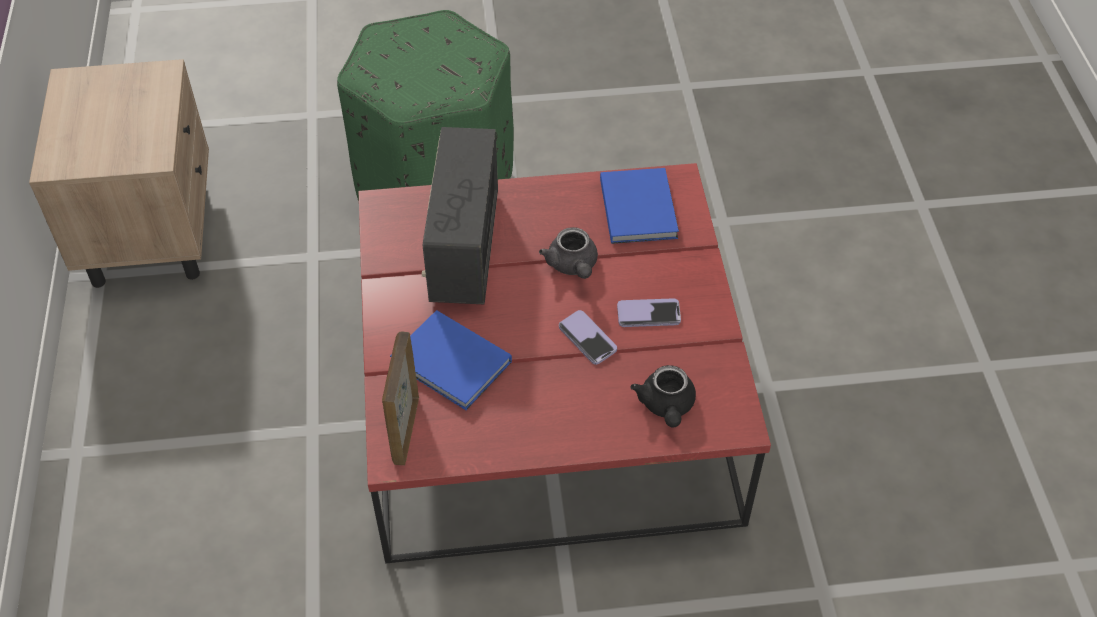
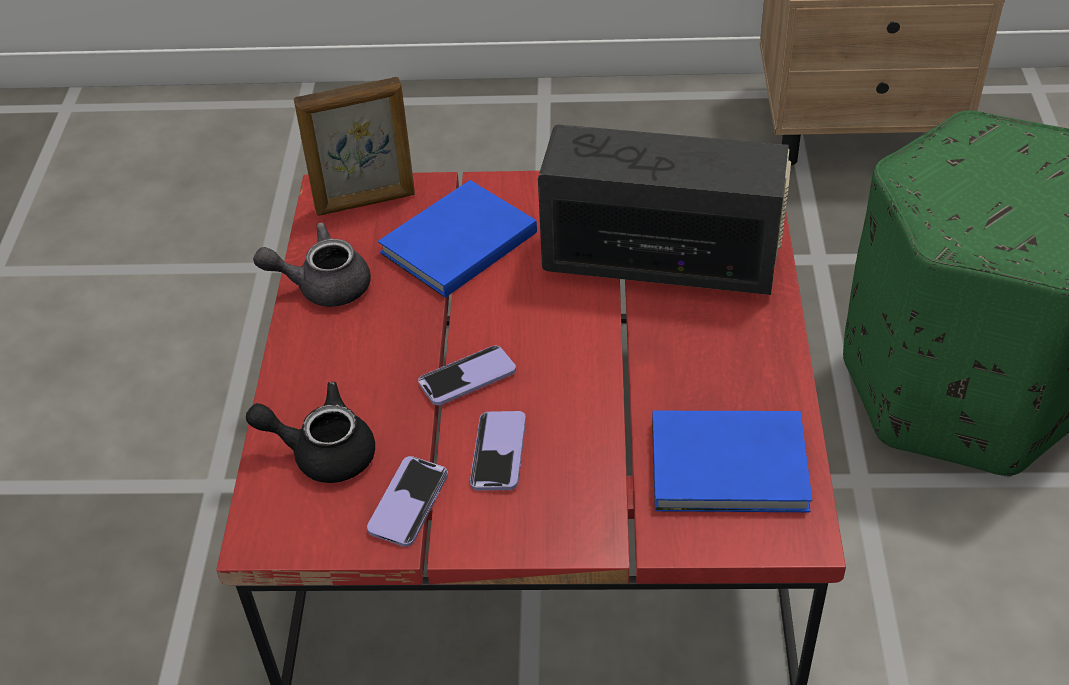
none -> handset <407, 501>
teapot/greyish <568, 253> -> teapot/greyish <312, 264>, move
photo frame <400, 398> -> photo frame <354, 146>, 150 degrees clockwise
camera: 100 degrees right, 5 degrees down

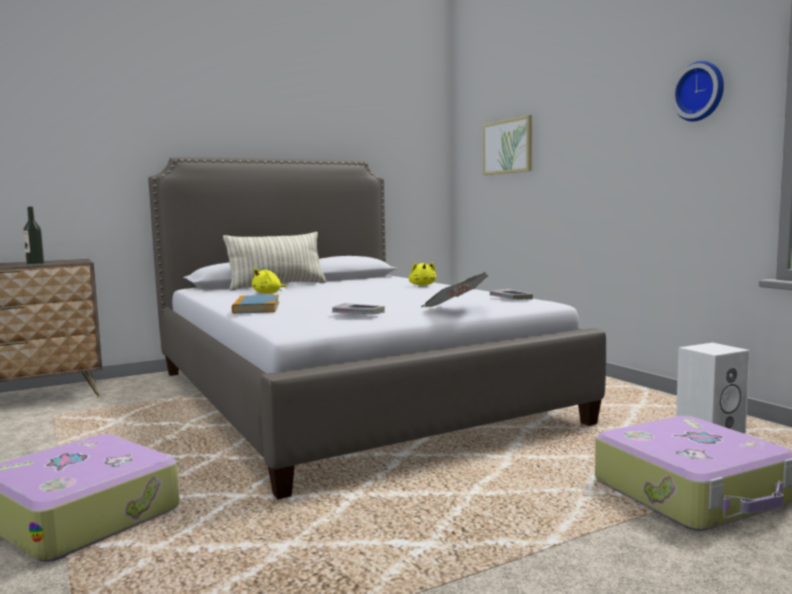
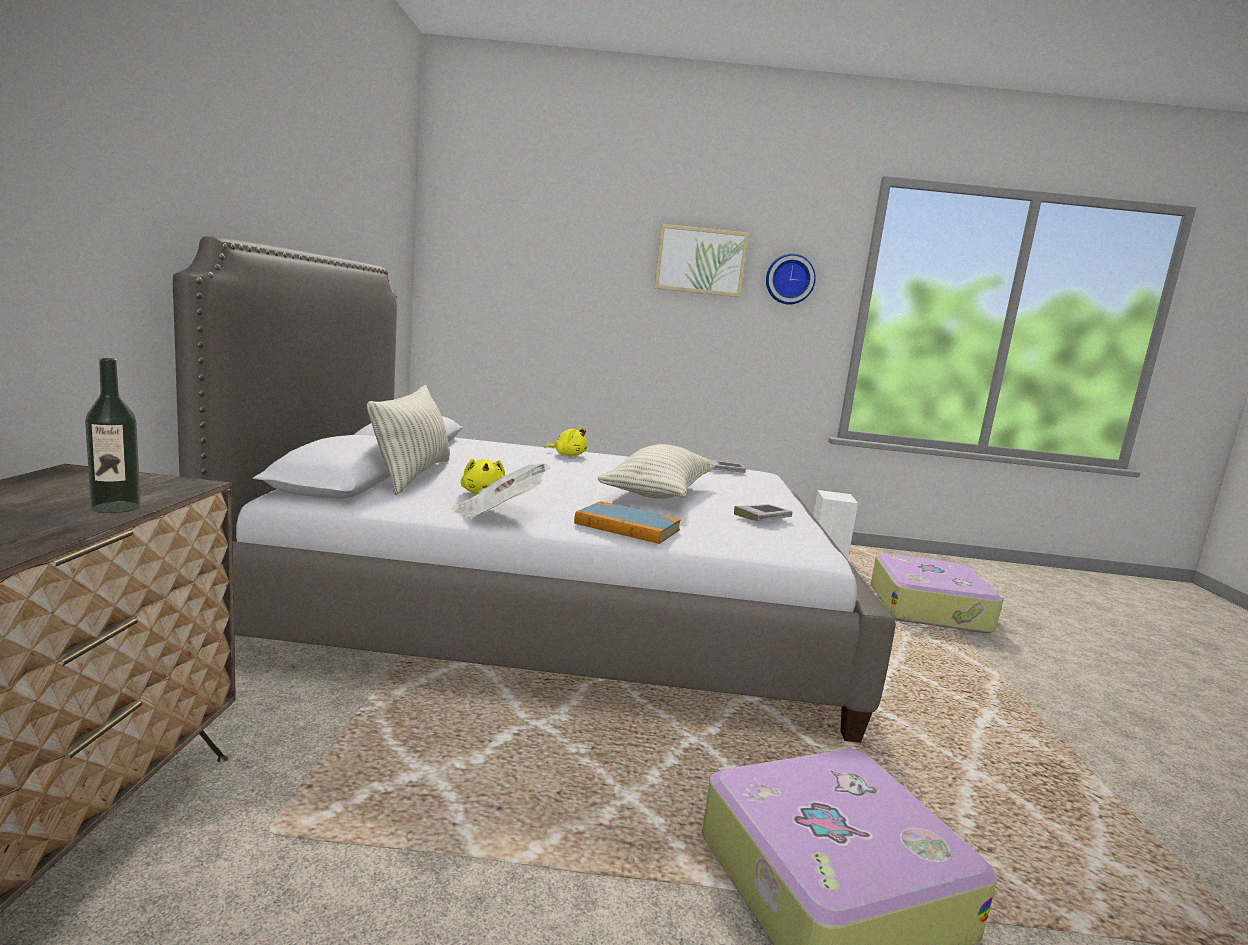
none -> pillow <656, 471>
newspaper <454, 289> -> newspaper <501, 491>, move
wall art <507, 145> -> wall art <701, 260>, move
camera: 60 degrees left, 5 degrees up

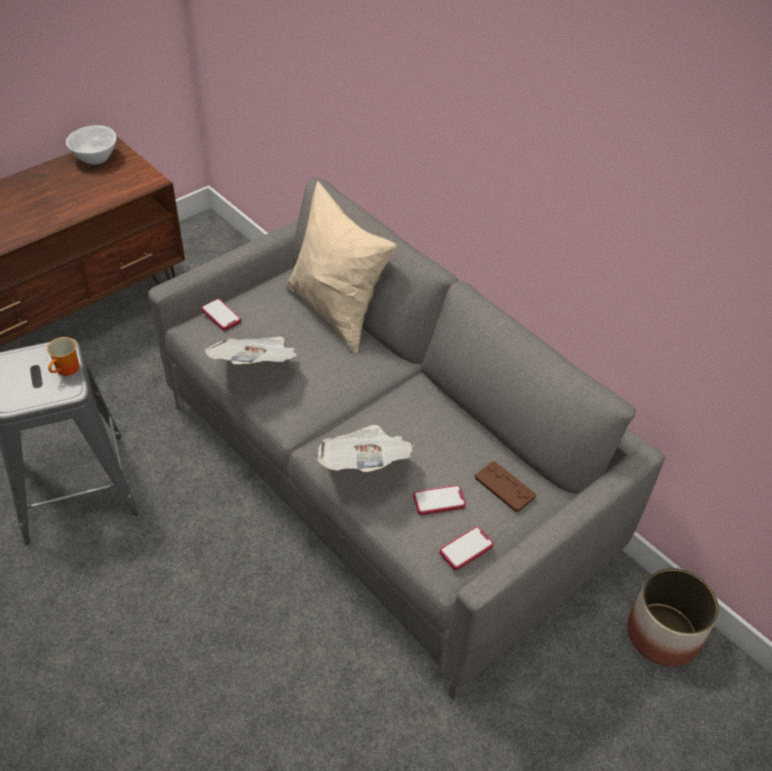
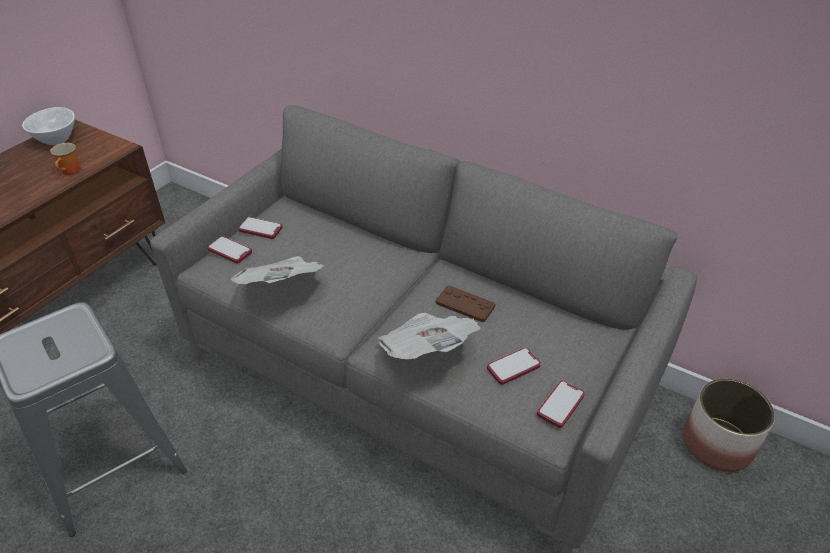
pillow/beige-coloured <341, 267> -> none
none -> handset <260, 228>
mug <63, 356> -> mug <65, 159>, move
joypad/brown <505, 486> -> joypad/brown <465, 304>, move
camera: 15 degrees left, 5 degrees down

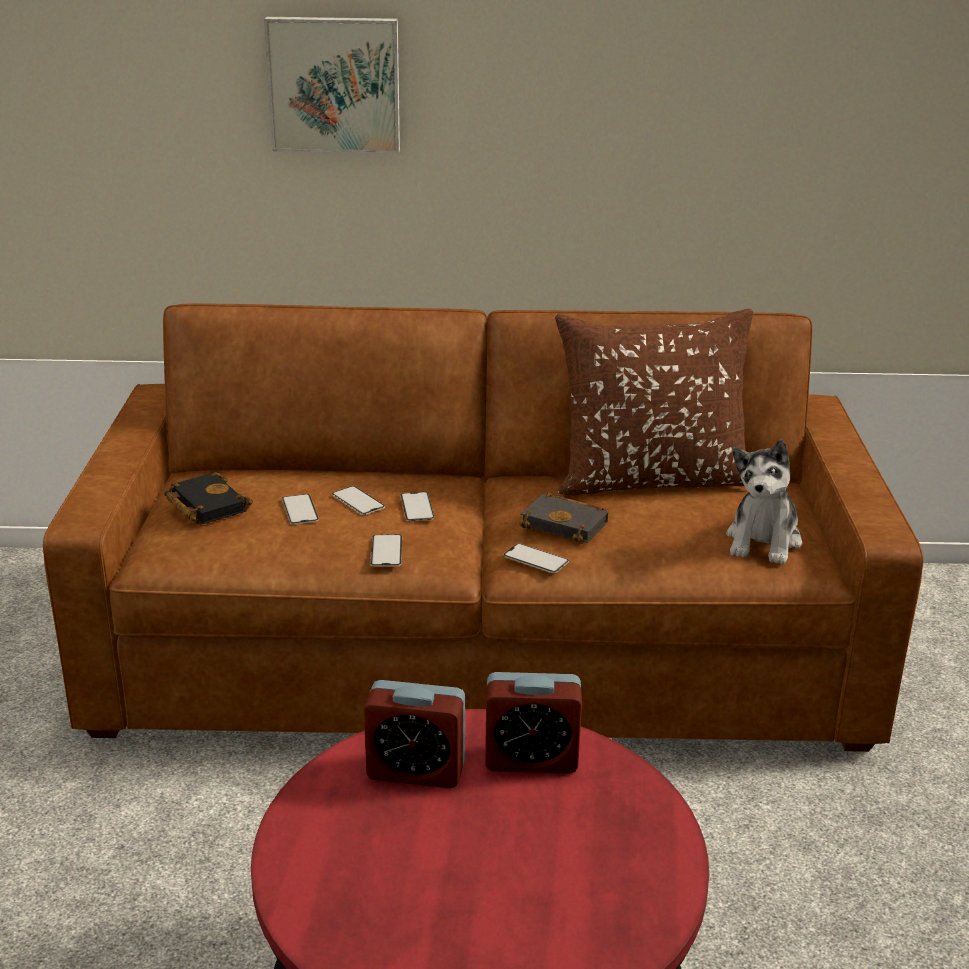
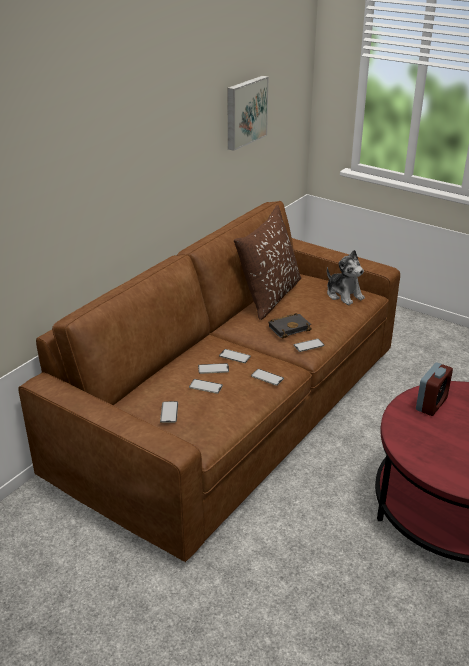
alarm clock <414, 734> -> none
wall art <332, 85> -> wall art <248, 113>, move
book/black-coloured <208, 498> -> handset <169, 412>
camera: 55 degrees left, 5 degrees up

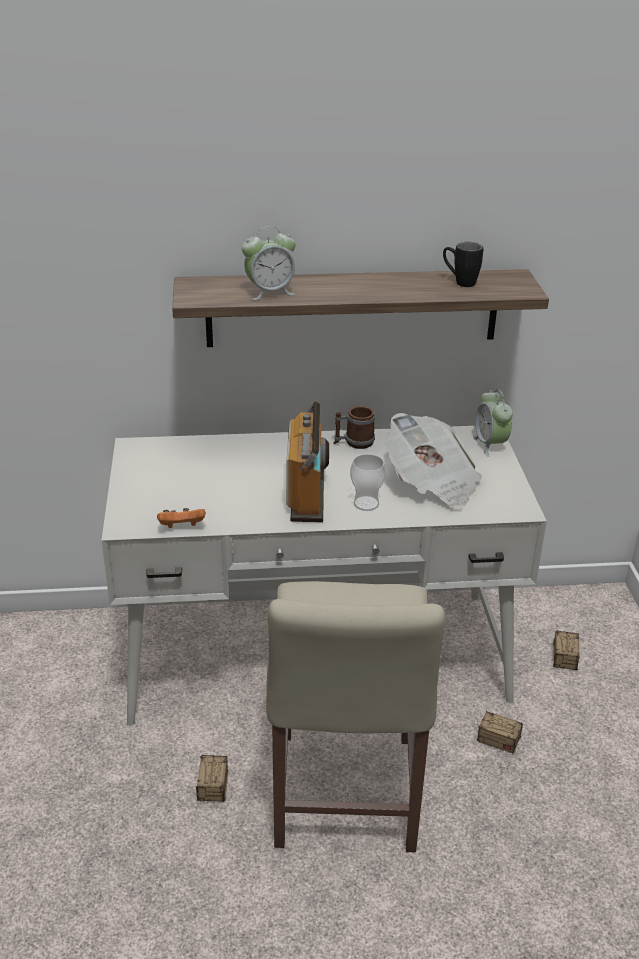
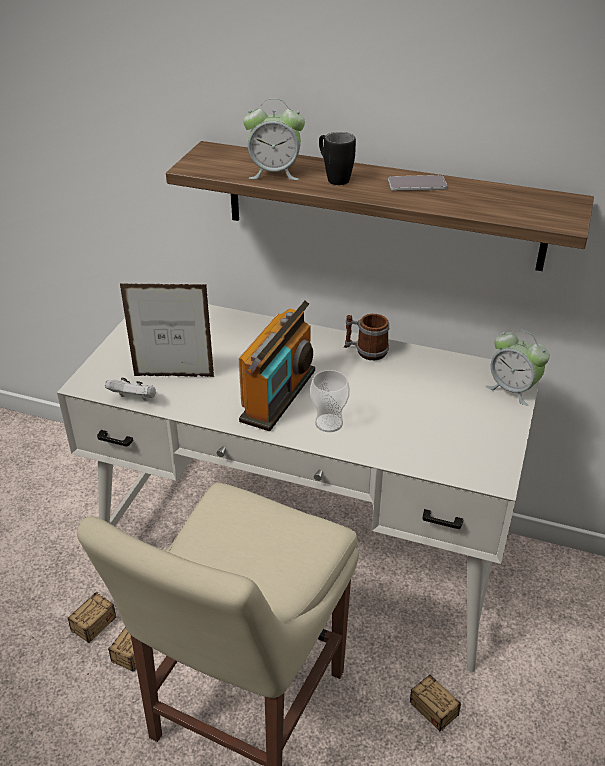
newspaper <433, 461> -> none
none -> photo frame <167, 330>
none -> handset <417, 183>
mug/black-coloured <463, 264> -> mug/black-coloured <337, 158>, move
storage bin <566, 650> -> storage bin <74, 617>, move
joypad/orange <181, 518> -> joypad/white <130, 389>
alarm clock <493, 423> -> alarm clock <518, 367>, 60 degrees counterclockwise
camera: 25 degrees right, 5 degrees up

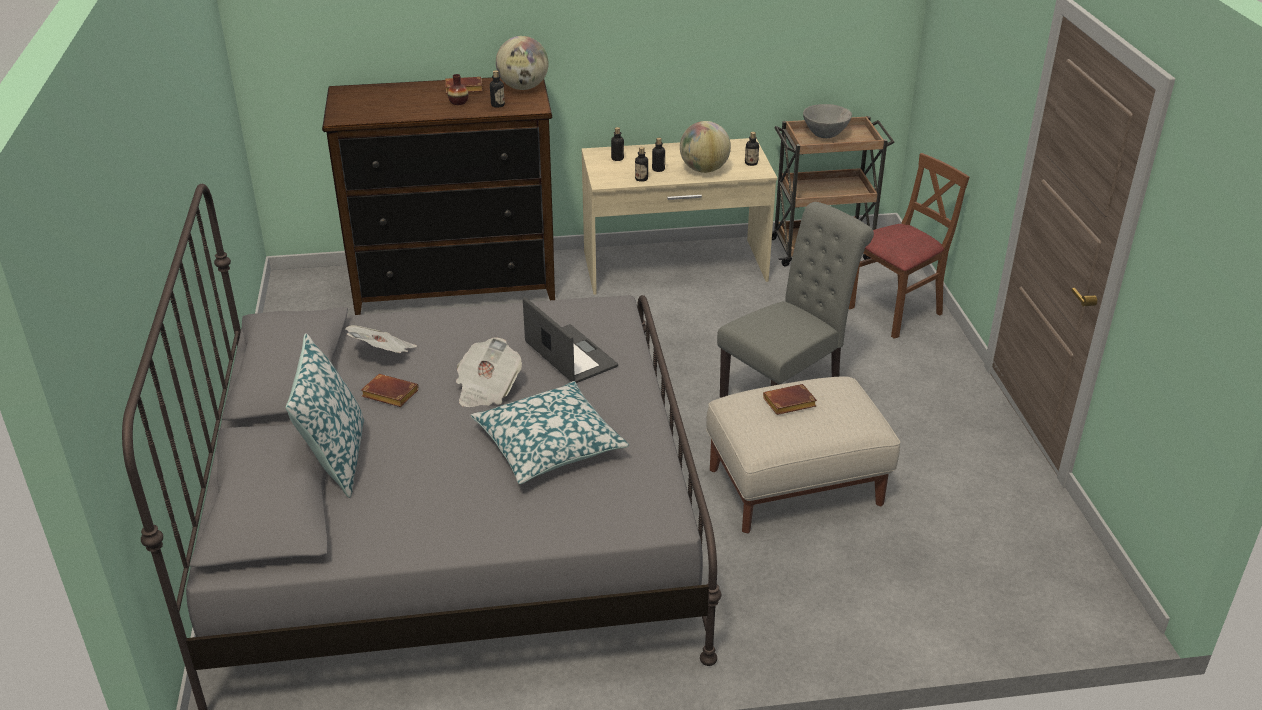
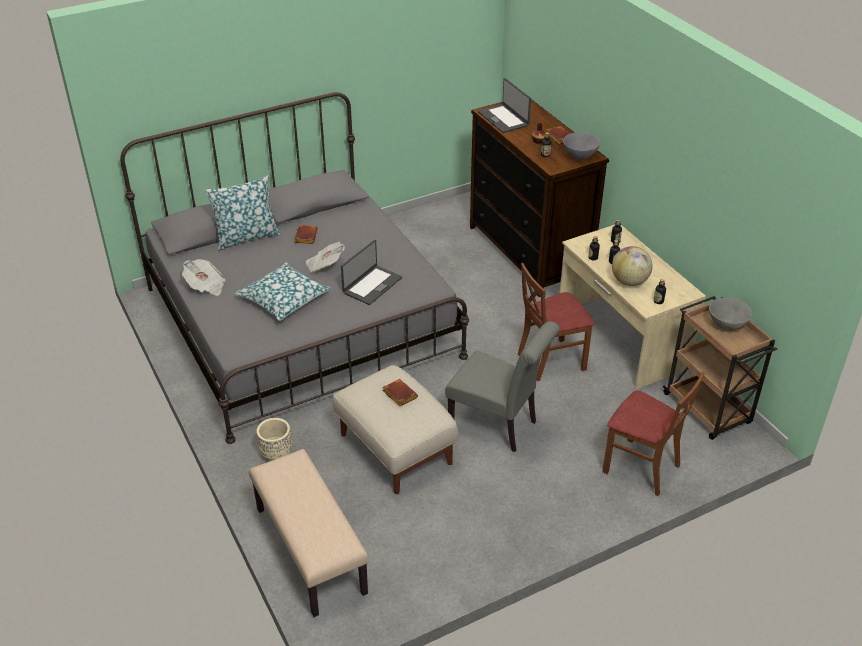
none -> indoor bench/beige-coloured <309, 533>
none -> flower pot/beige-coloured <274, 439>
none -> notebook computer <504, 105>
none -> chair/brown <556, 322>
newspaper <381, 339> -> newspaper <204, 277>, move
globe <522, 63> -> bowl/greyish <582, 146>
camera: 70 degrees right, 5 degrees up

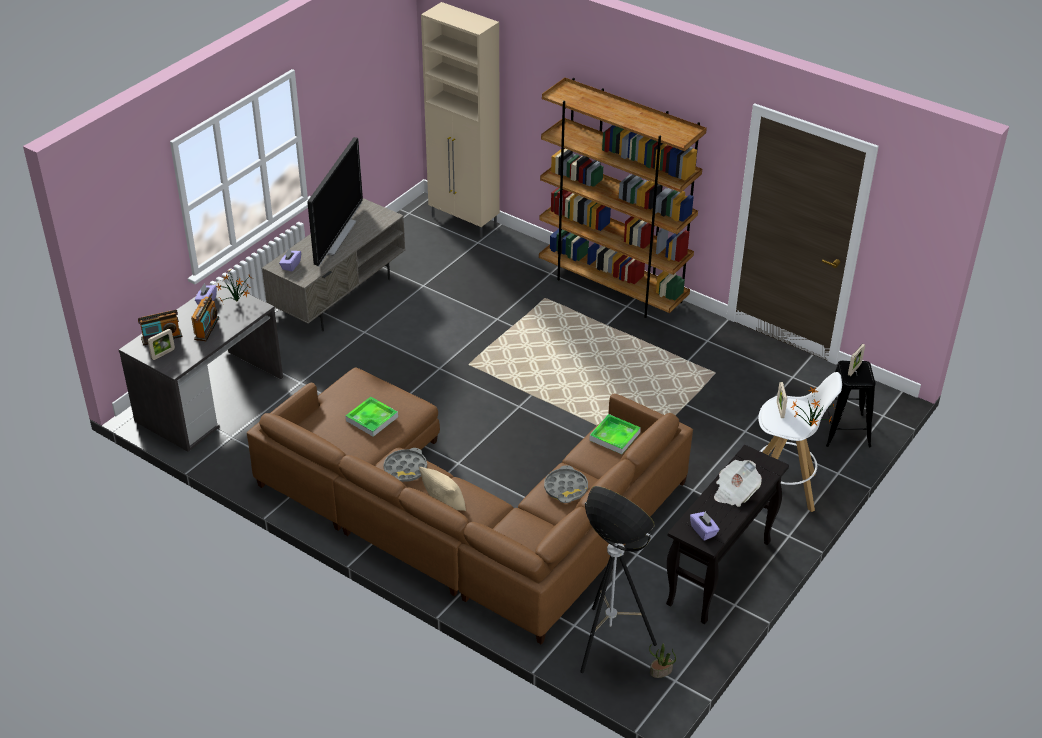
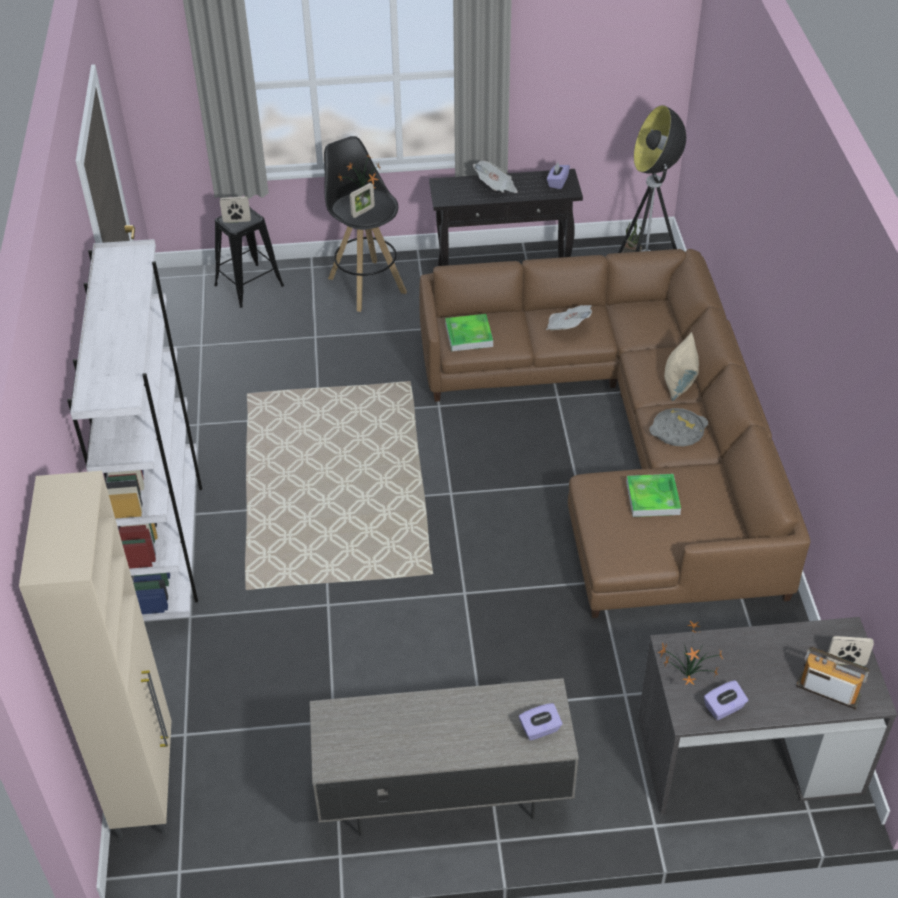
radio receiver <205, 317> -> none
television <335, 201> -> none
serving tray/greyish <566, 484> -> newspaper <569, 317>
bookshelf/brown <623, 198> -> bookshelf/white <134, 430>
stool seat/white <800, 442> -> stool seat/black-coloured <365, 224>
camera: 130 degrees left, 5 degrees up

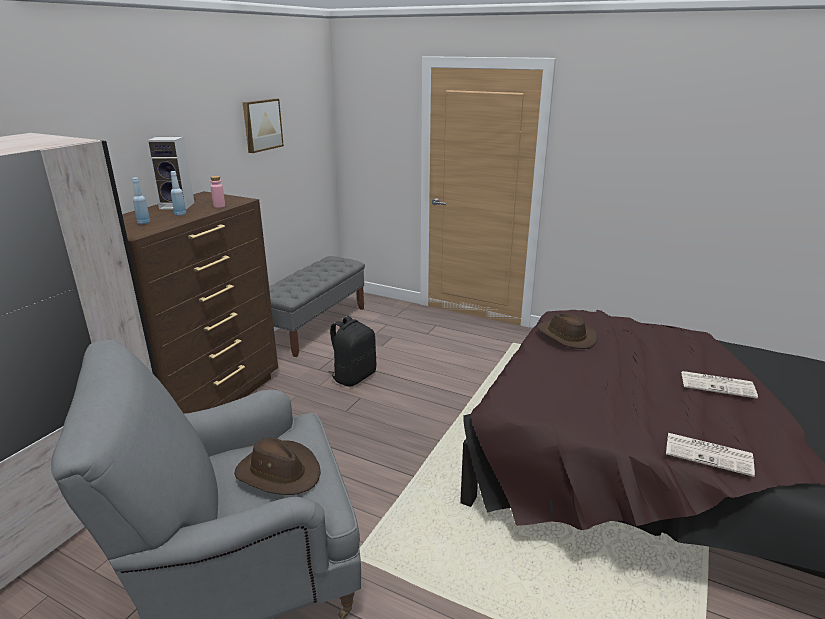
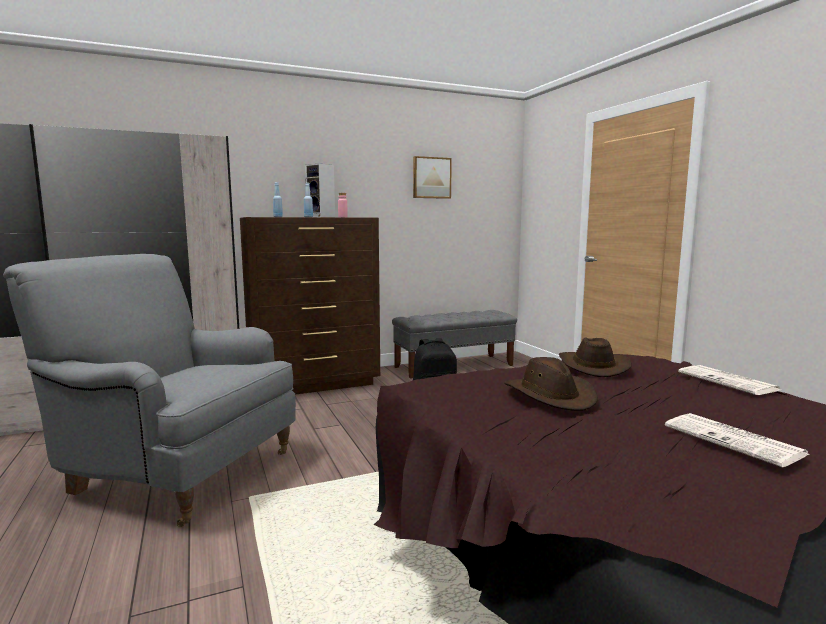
hat/brown <277, 466> -> hat/brown <551, 384>, move
newspaper <710, 455> -> newspaper <729, 380>, move
camera: 40 degrees right, 15 degrees down

